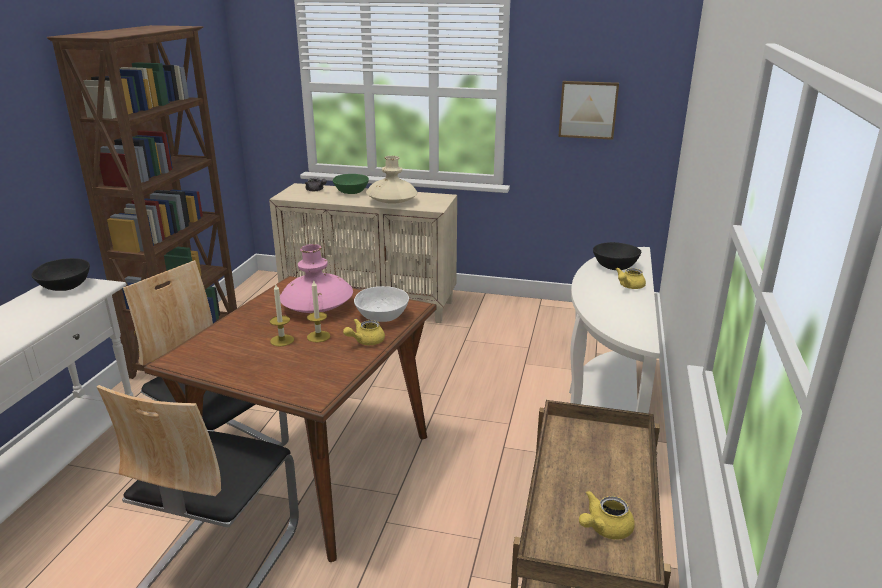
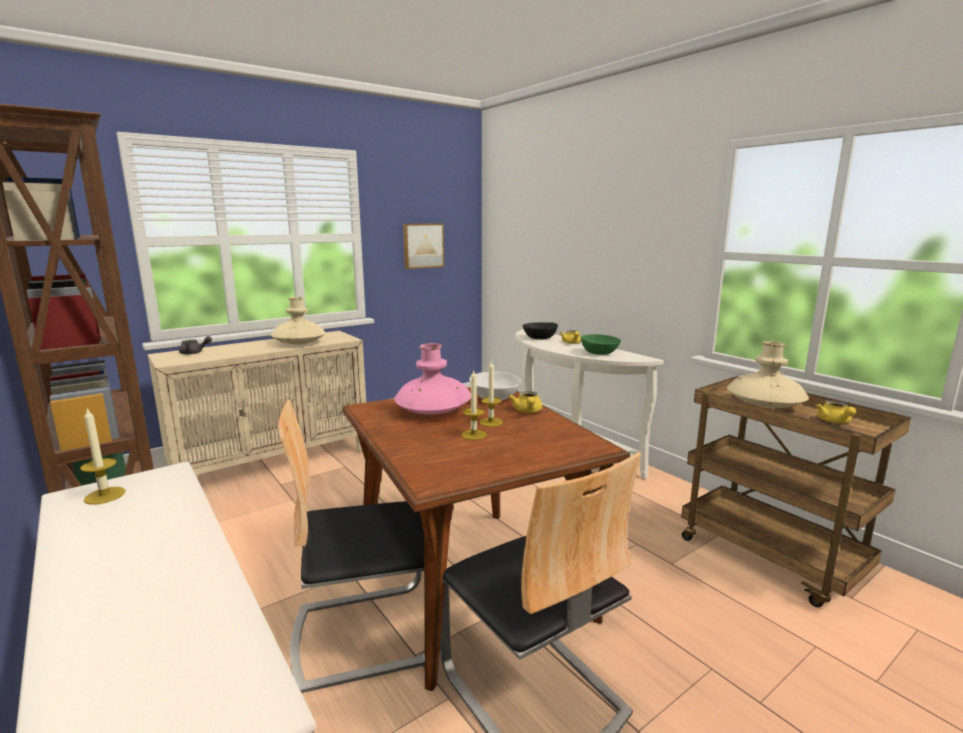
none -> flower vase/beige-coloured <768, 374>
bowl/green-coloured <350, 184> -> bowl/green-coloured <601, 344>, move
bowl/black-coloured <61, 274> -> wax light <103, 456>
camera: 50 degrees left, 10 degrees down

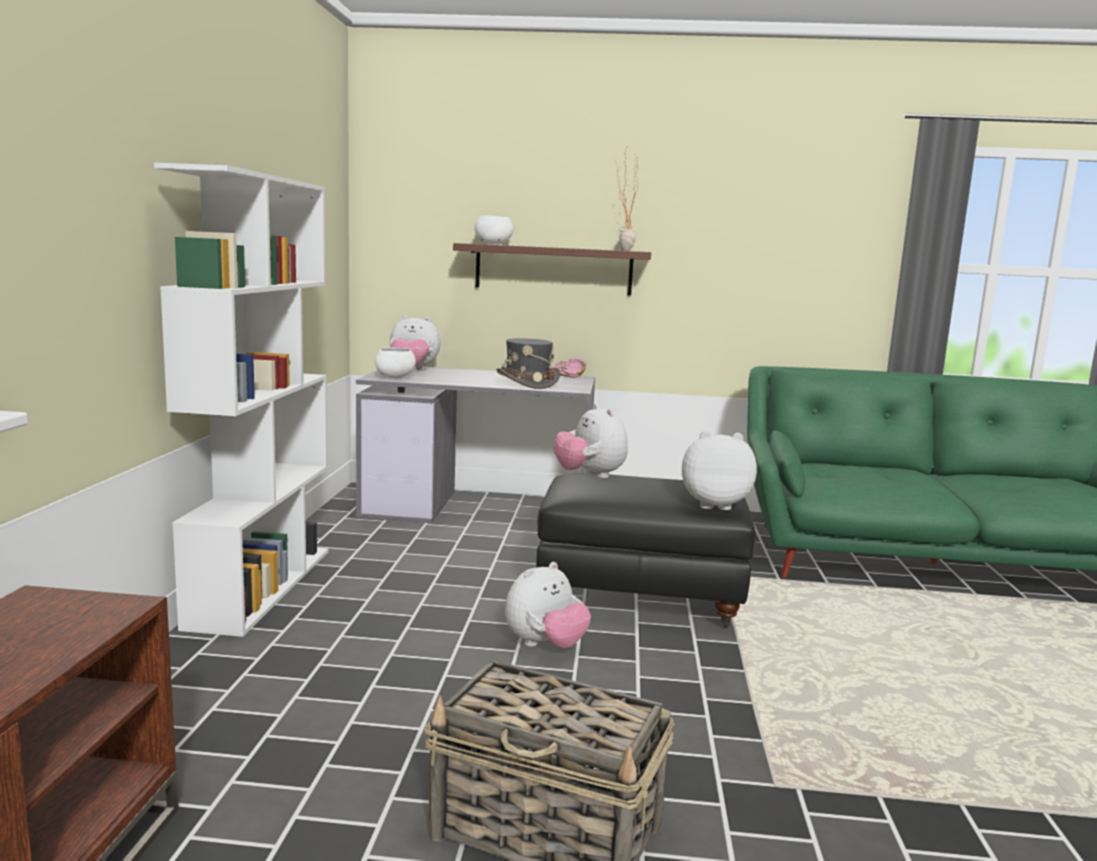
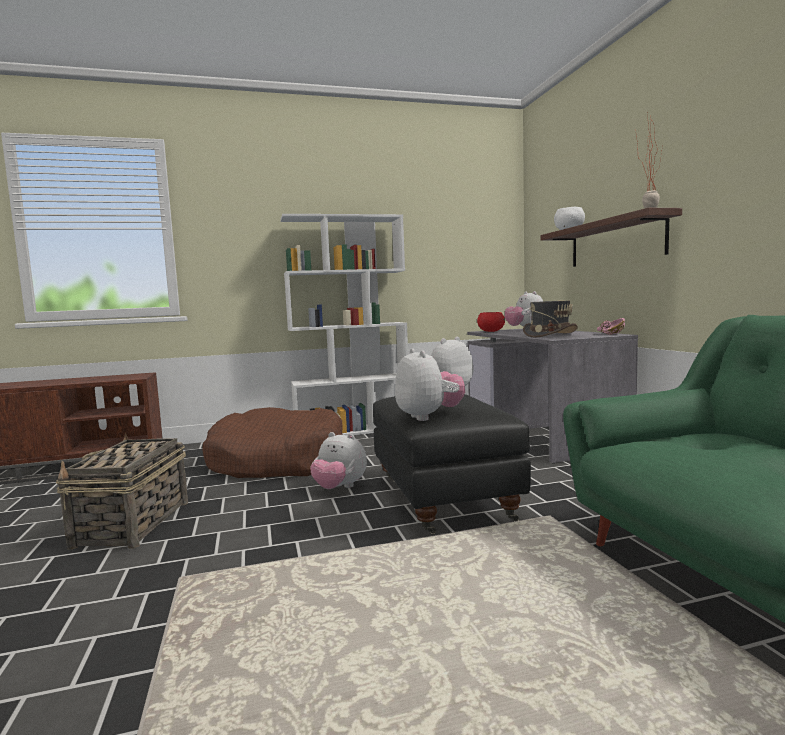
none -> pet bed/brown <272, 442>
bowl/white <395, 362> -> bowl/red-coloured <491, 322>
camera: 70 degrees right, 5 degrees down

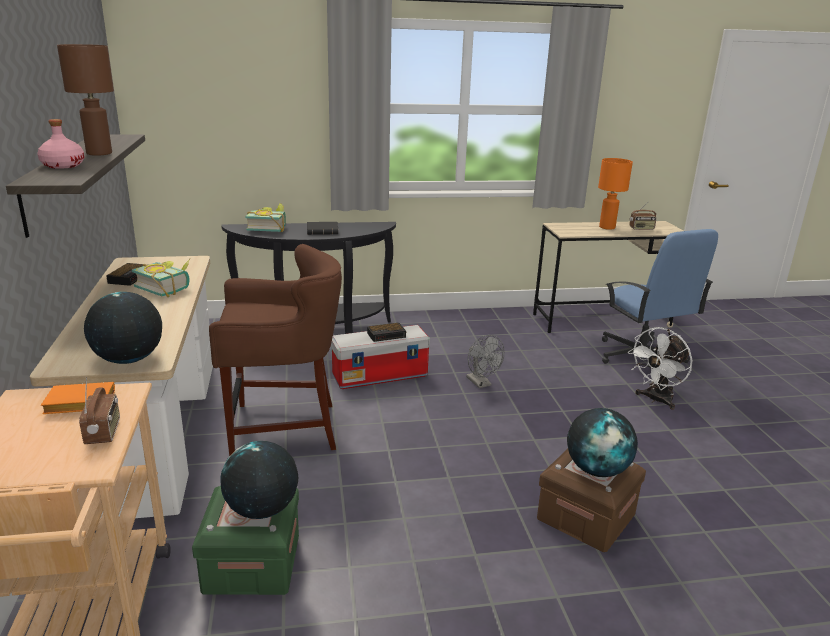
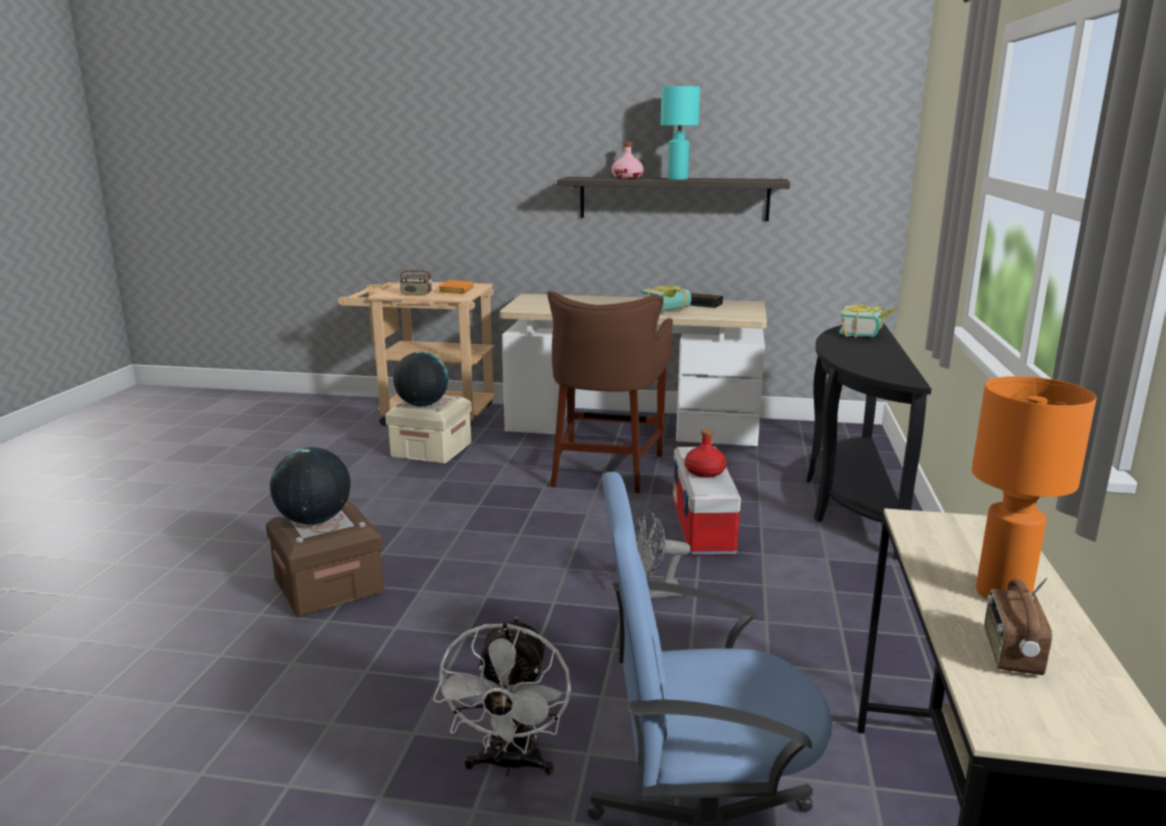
globe <123, 328> -> none
book/black-coloured <322, 228> -> none
alarm clock <386, 332> -> bottle/red-coloured <706, 453>
table lamp/brown <85, 100> -> table lamp/turquoise <680, 133>
storage bin/green-coloured <245, 540> -> storage bin/beige-coloured <428, 429>
cooling fan/white <660, 368> -> cooling fan/white <502, 696>, 150 degrees counterclockwise
camera: 110 degrees right, 5 degrees down

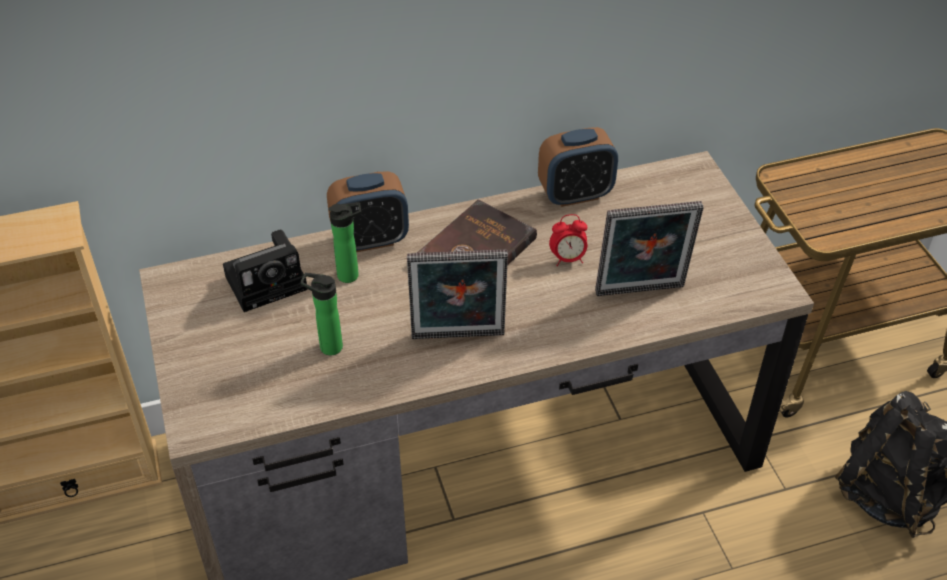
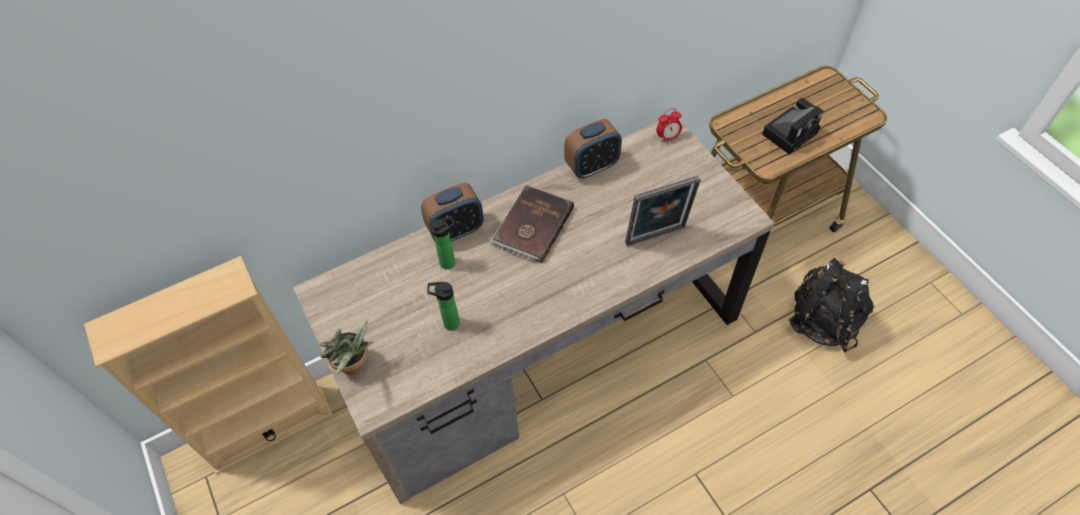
photo frame <457, 294> -> none
none -> potted plant <346, 347>
still camera <265, 271> -> still camera <792, 126>, move
alarm clock <568, 240> -> alarm clock <669, 126>, move
camera: 10 degrees left, 10 degrees up

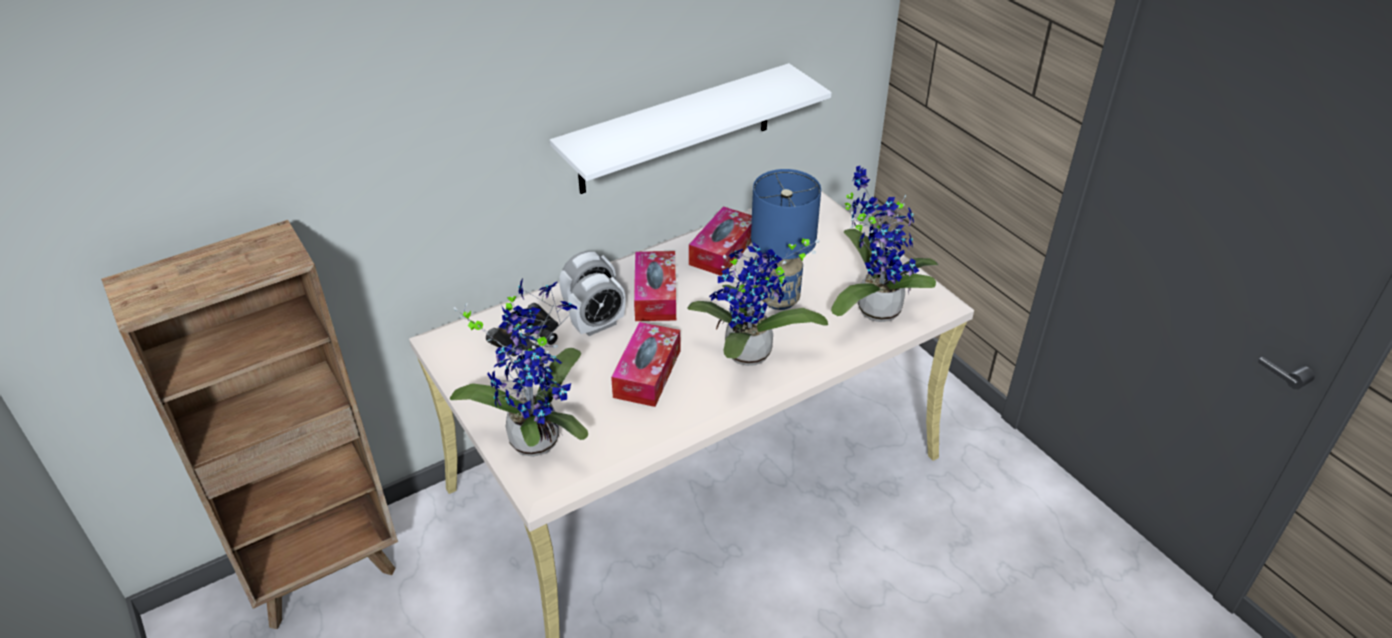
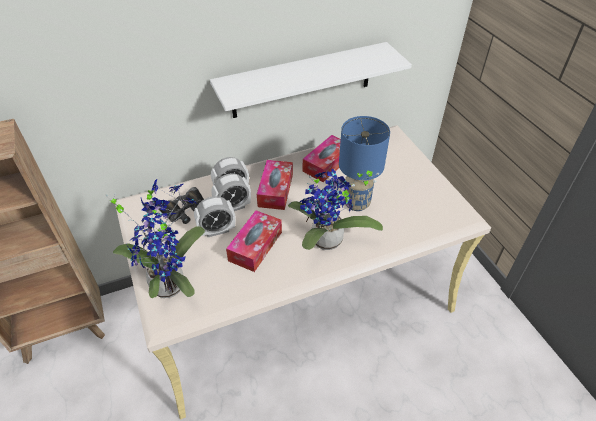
potted plant <884, 243> -> none
none -> alarm clock <214, 216>
camera: 10 degrees right, 5 degrees up

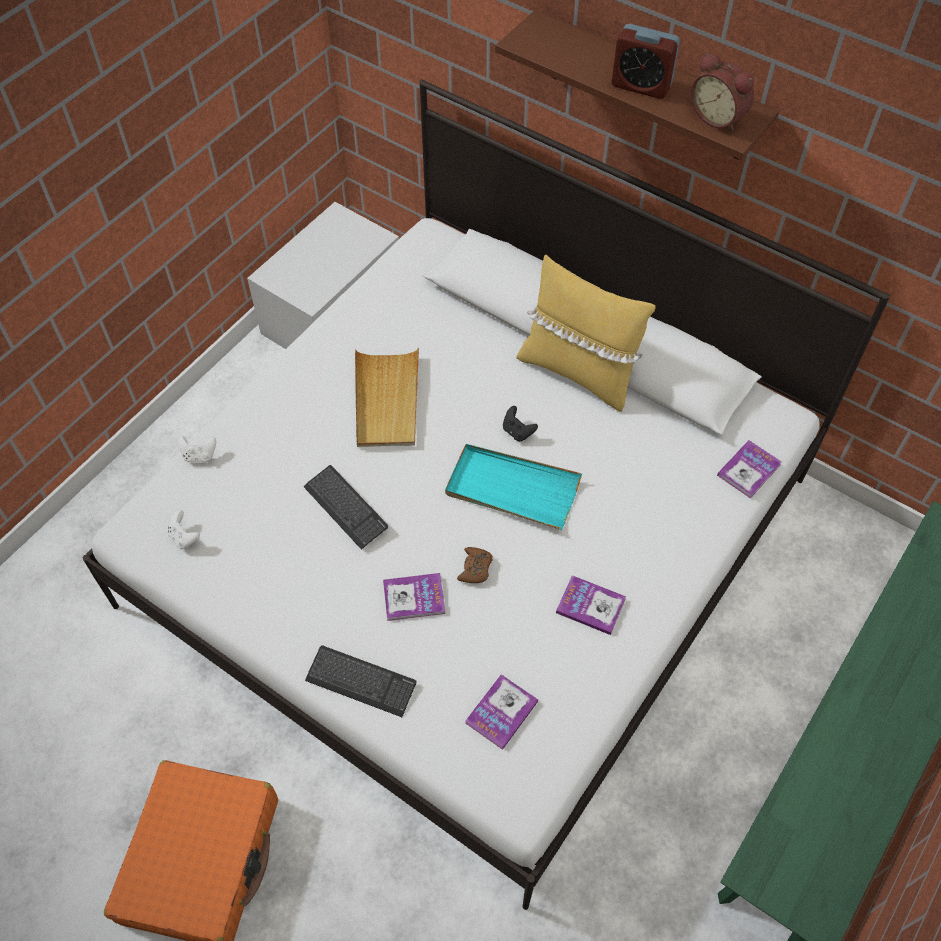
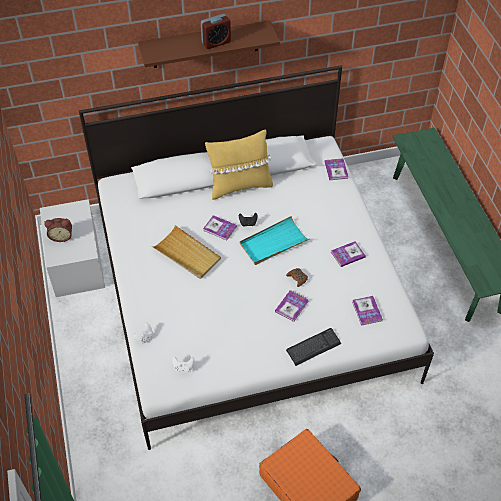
keyboard <346, 507> -> none
none -> book <220, 228>
alarm clock <722, 92> -> alarm clock <58, 230>, move
camera: 50 degrees left, 5 degrees down

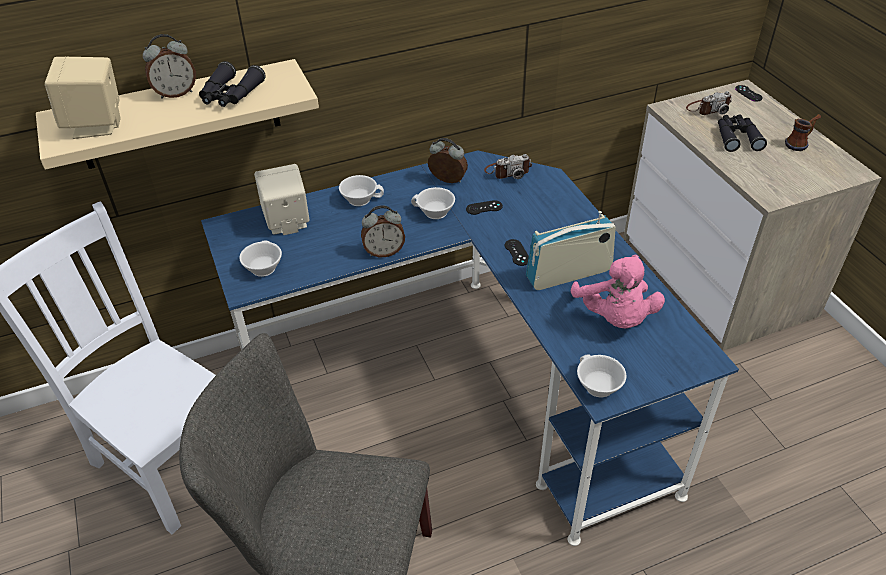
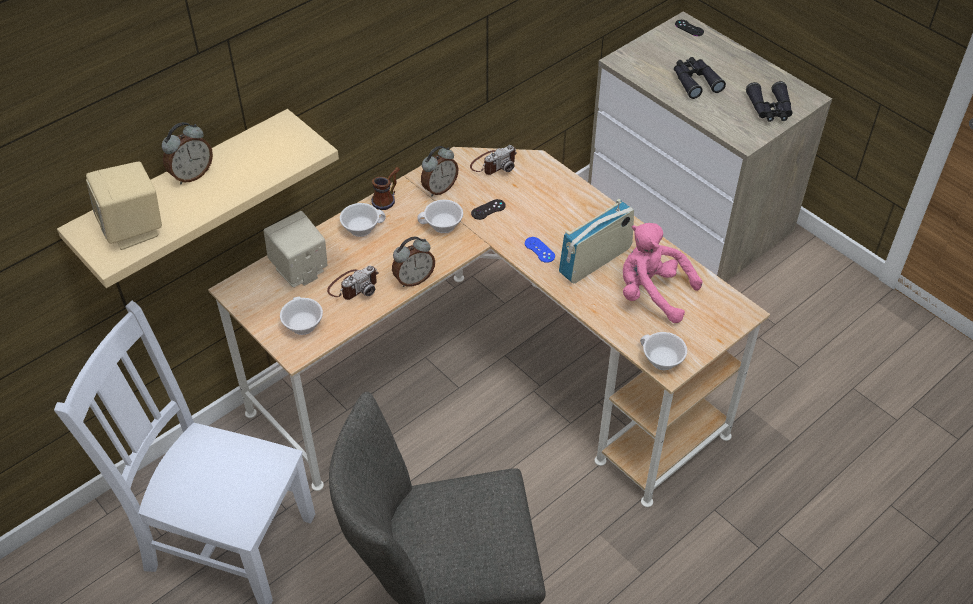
pair of binoculars/black-coloured <232, 84> -> pair of binoculars/black-coloured <769, 101>, move
still camera <709, 103> -> still camera <353, 282>, move
mug <803, 132> -> mug <385, 188>, move
desk table/blue-coloured <470, 348> -> desk table/beige-coloured <489, 327>
joypad/black-coloured <517, 252> -> joypad/blue-coloured <540, 250>
alarm clock <448, 160> -> alarm clock <439, 171>, 135 degrees clockwise
soft toy/pink <618, 291> -> soft toy/pink <663, 273>, 150 degrees clockwise
camera: 20 degrees left, 5 degrees up

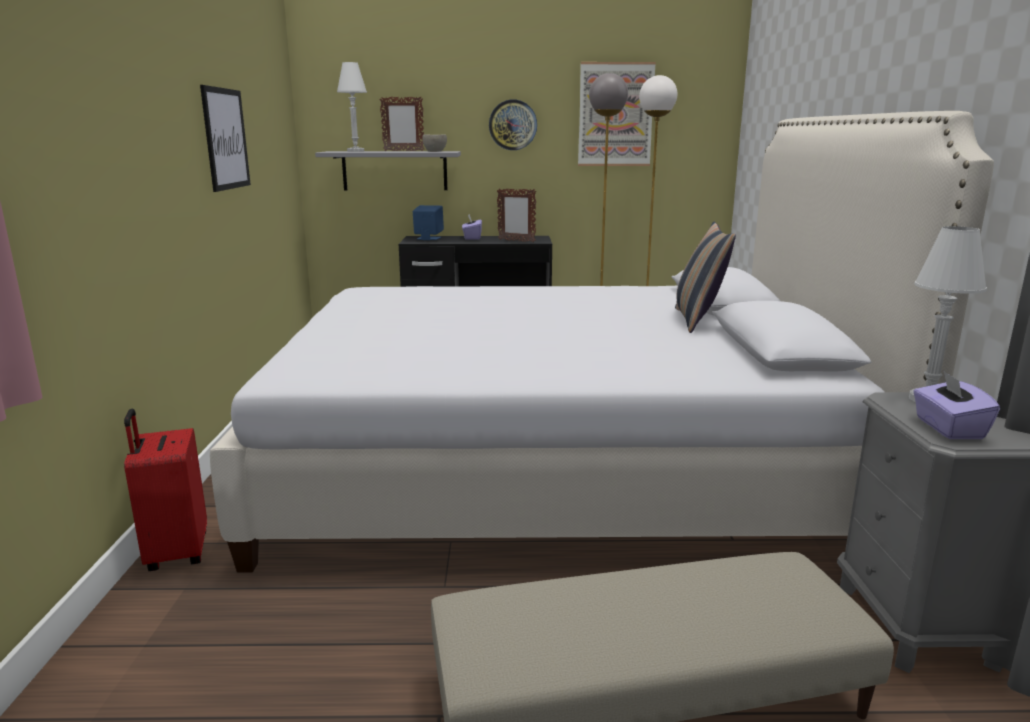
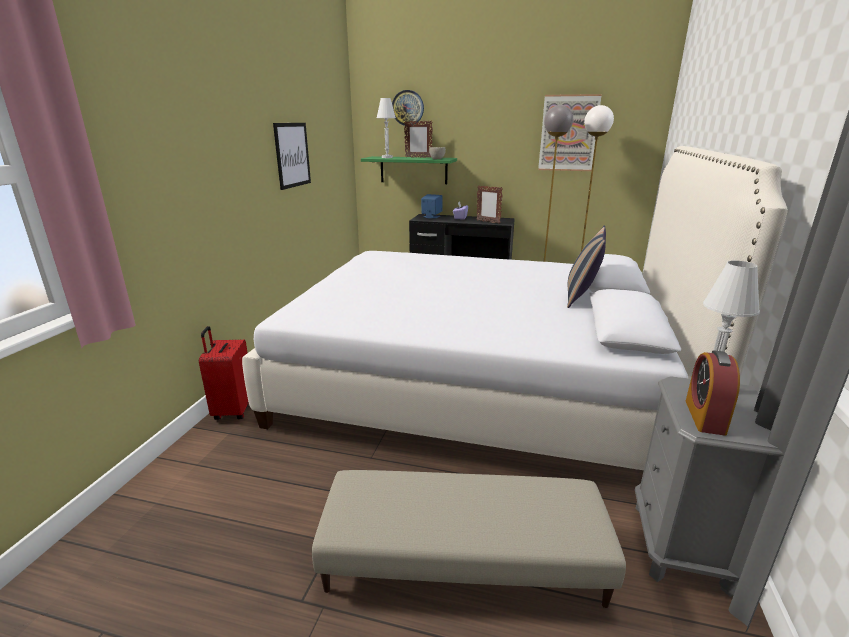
wall clock <513, 125> -> wall clock <408, 108>, move
box of tissues/purplish <956, 404> -> alarm clock <713, 393>
shelf/greyish <388, 170> -> shelf/green-coloured <409, 170>
camera: 15 degrees right, 5 degrees up

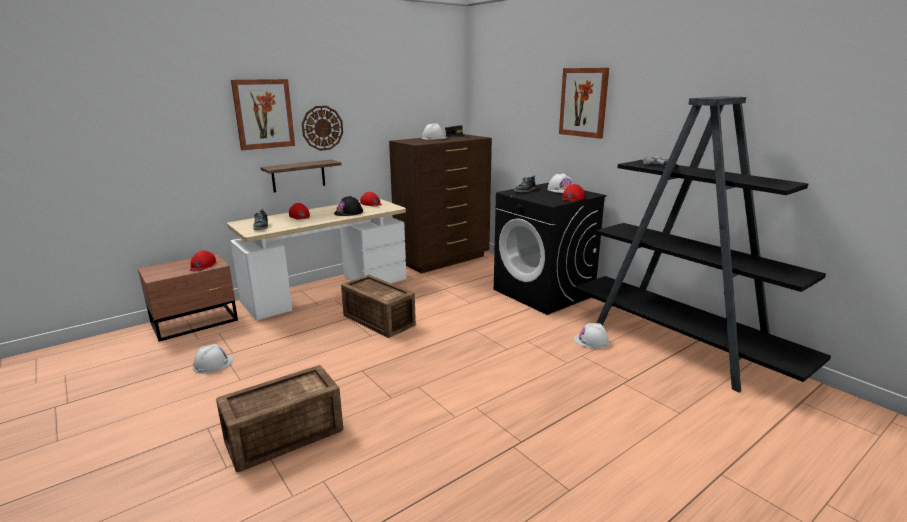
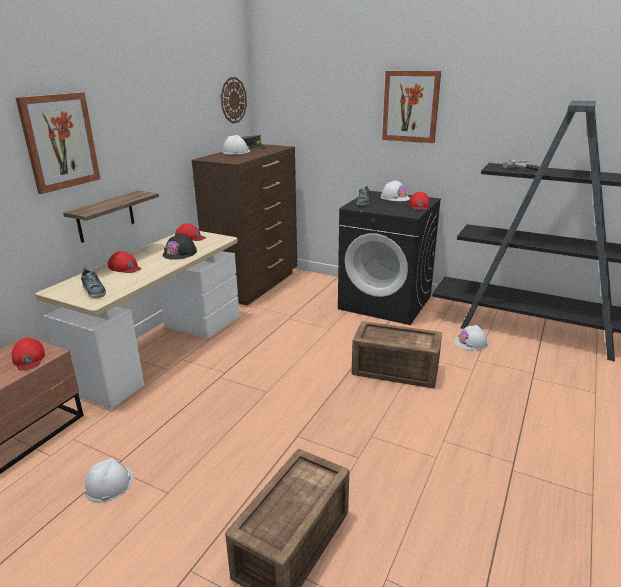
wall clock <322, 128> -> wall clock <234, 100>, move
packing crate <378, 306> -> packing crate <396, 354>, move
camera: 25 degrees left, 5 degrees up

